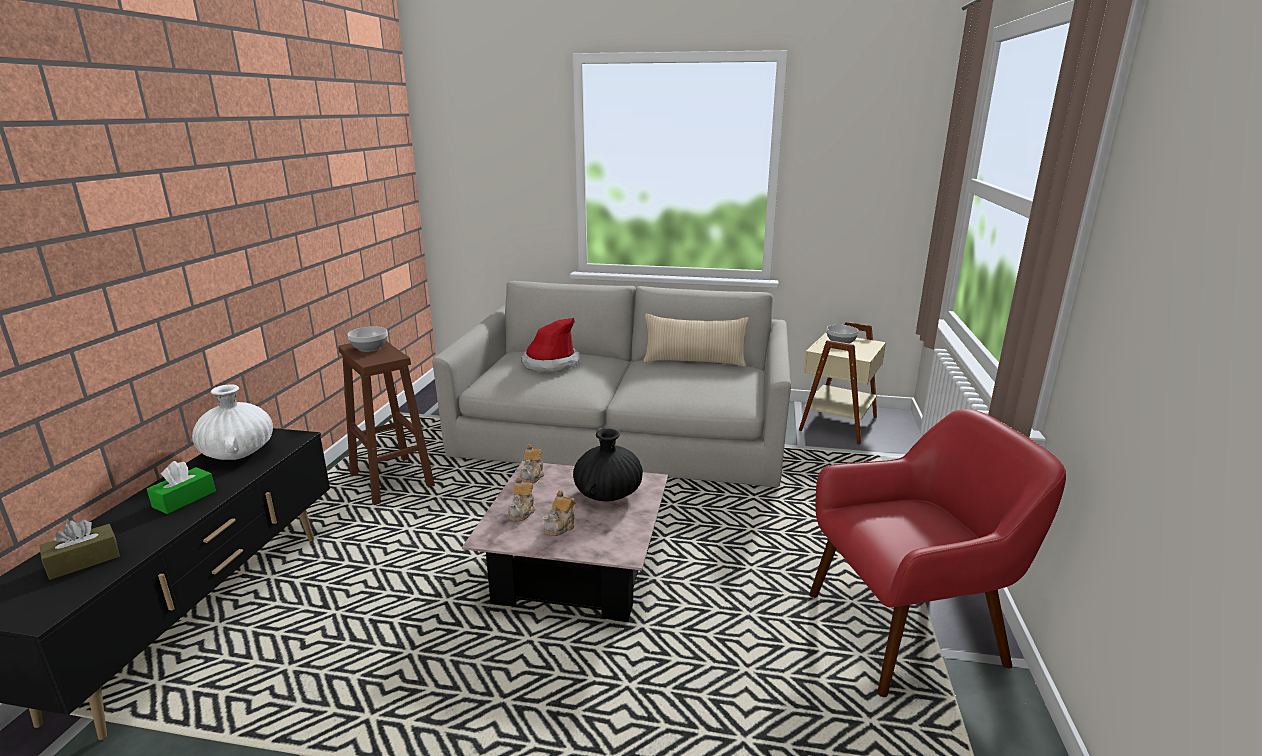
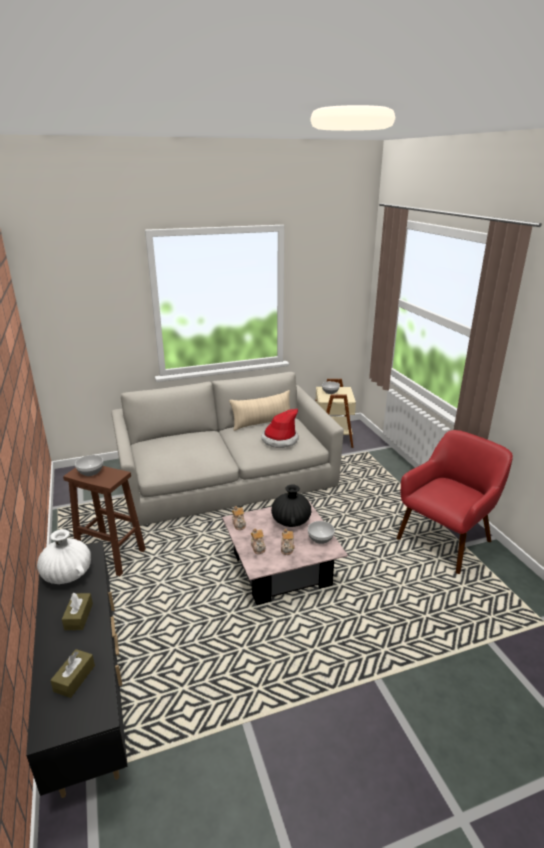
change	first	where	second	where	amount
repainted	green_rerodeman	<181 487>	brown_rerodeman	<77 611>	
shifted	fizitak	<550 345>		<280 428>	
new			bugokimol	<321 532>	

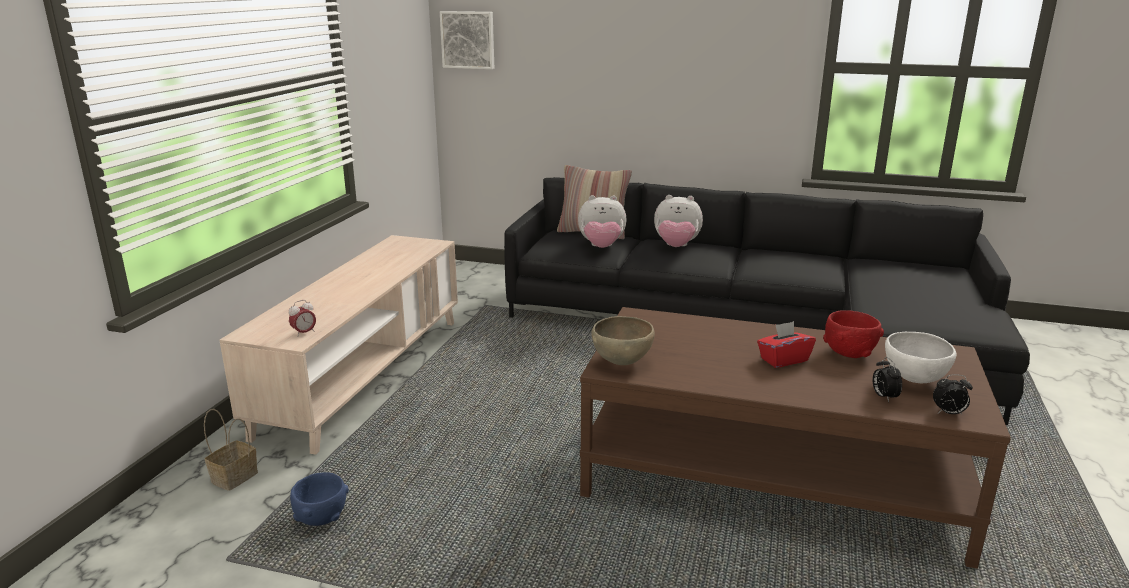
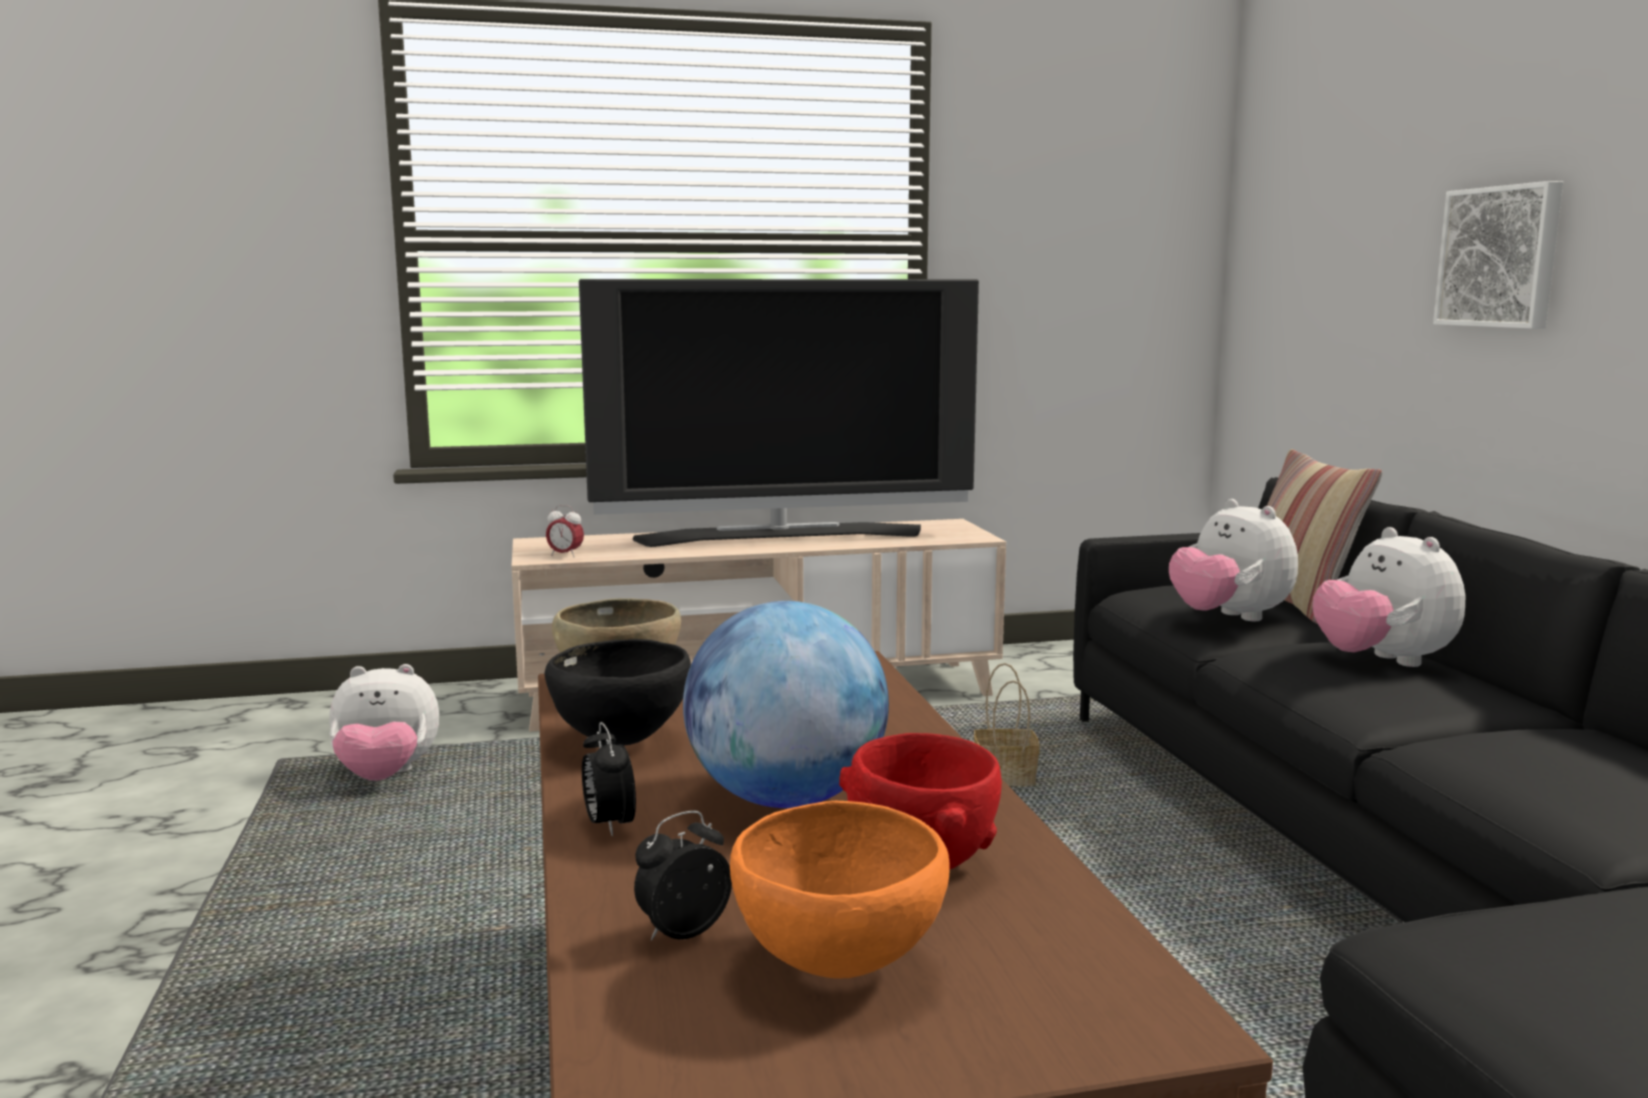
change	first	where	second	where	amount
shifted	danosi	<231 450>		<1007 724>	
swapped	blue_bugokimol	<319 499>	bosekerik	<384 722>	
shifted	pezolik	<467 40>		<1498 255>	
swapped	red_rerodeman	<786 344>	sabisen	<786 704>	
repainted	white_bugokimol	<921 357>	orange_bugokimol	<840 889>	
shifted	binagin	<953 394>		<609 779>	
new			black_bugokimol	<618 692>	
new			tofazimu	<779 413>	

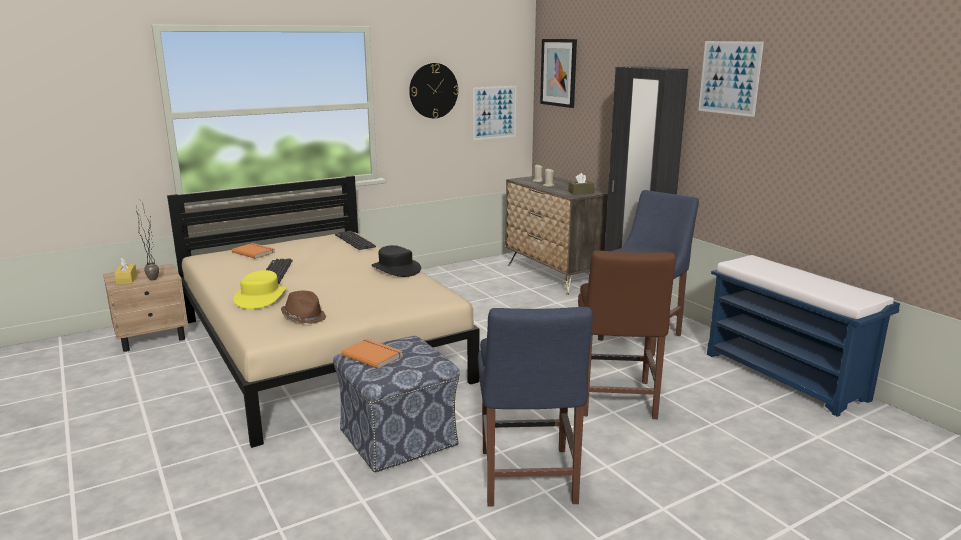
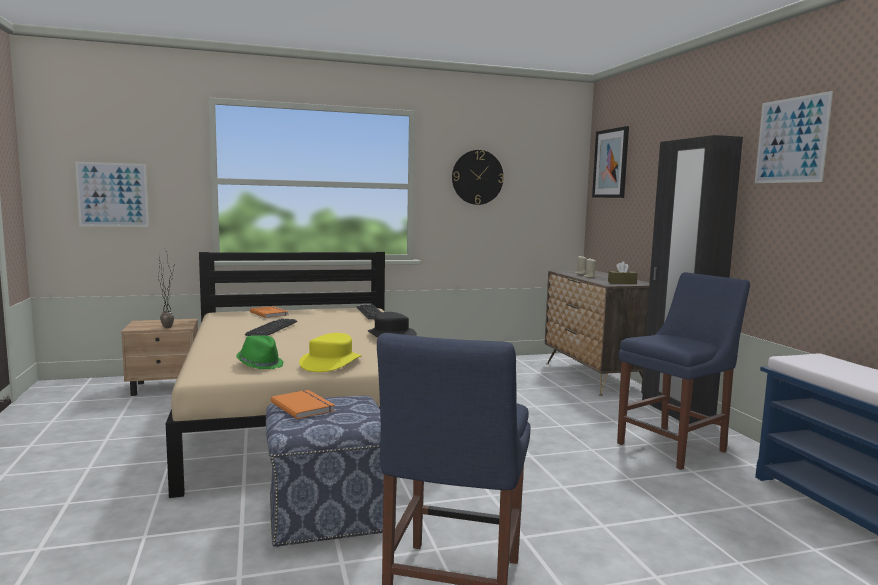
change	first	where	second	where	amount
gone	yellow_rerodeman	<125 271>			
shifted	yellow_fizitak	<260 289>		<330 352>	
repainted	brown_fizitak	<303 307>	green_fizitak	<259 352>	
shifted	pezolik	<494 113>		<112 194>	
gone	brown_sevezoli	<627 335>			

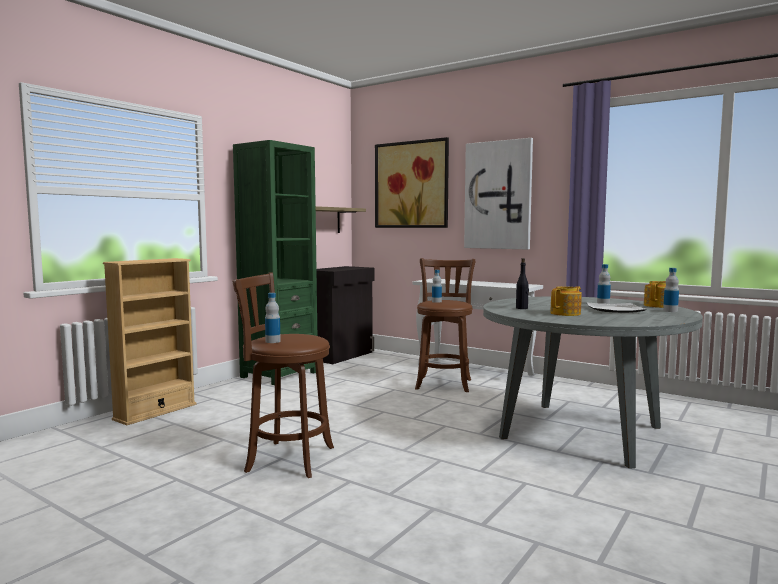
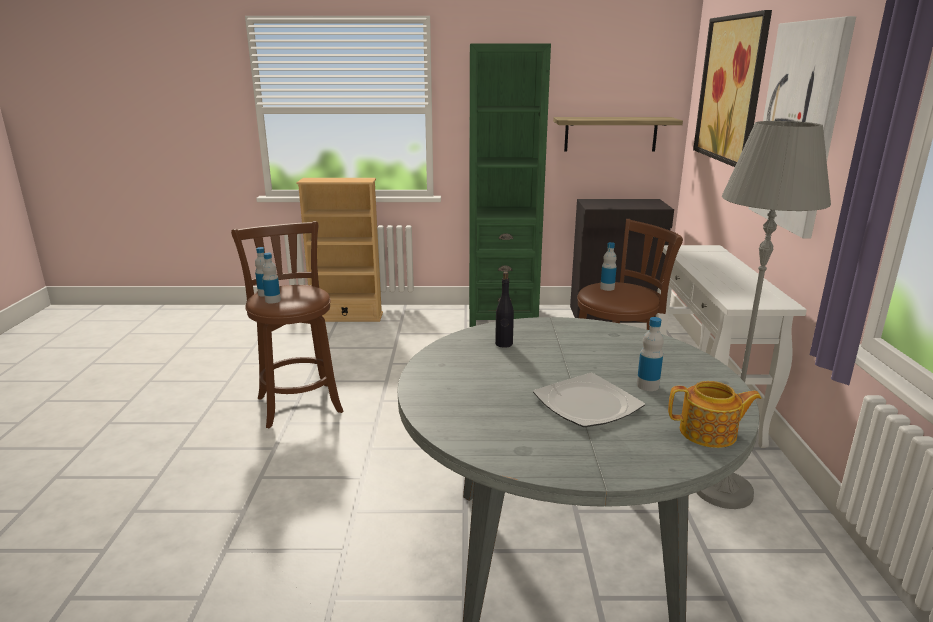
change	first	where	second	where	amount
gone	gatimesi	<566 301>			
shifted	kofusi	<671 290>		<271 278>	
new			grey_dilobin	<763 315>	

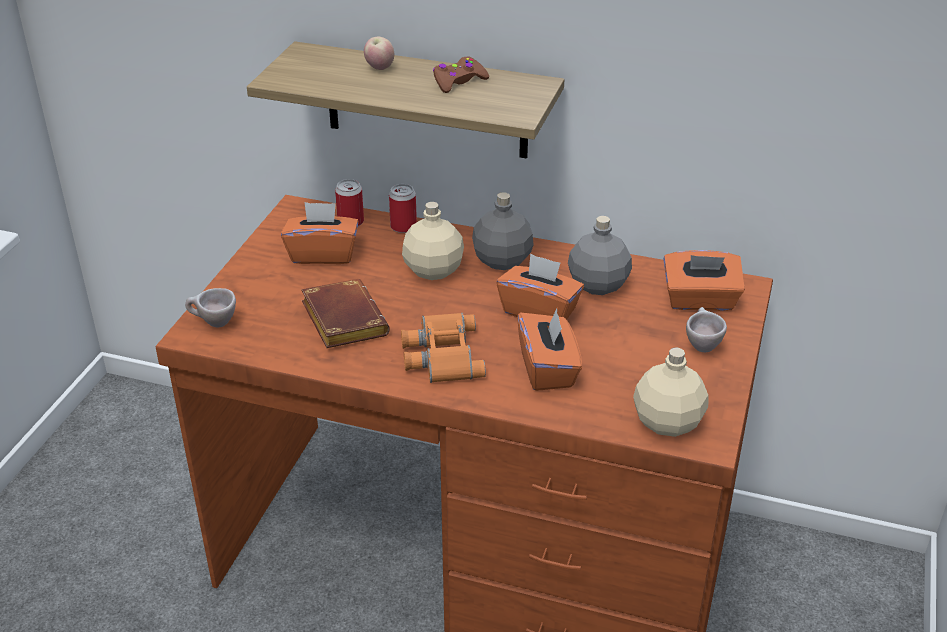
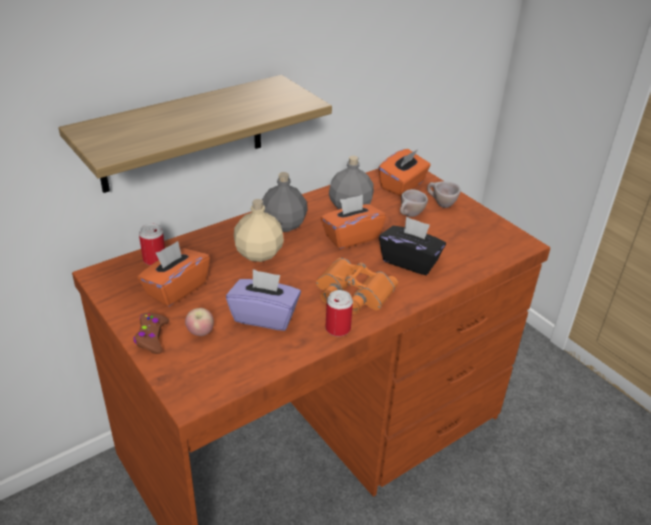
change	first	where	second	where	amount
shifted	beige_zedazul	<210 307>		<414 203>	
swapped	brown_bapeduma	<345 313>	purple_rerodeman	<263 300>	
shifted	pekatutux	<379 53>		<199 322>	
shifted	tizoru	<403 208>		<339 313>	
shifted	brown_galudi	<461 75>		<151 333>	
repainted	orange_rerodeman	<549 350>	black_rerodeman	<412 245>	
gone	beige_kofusi	<670 392>			

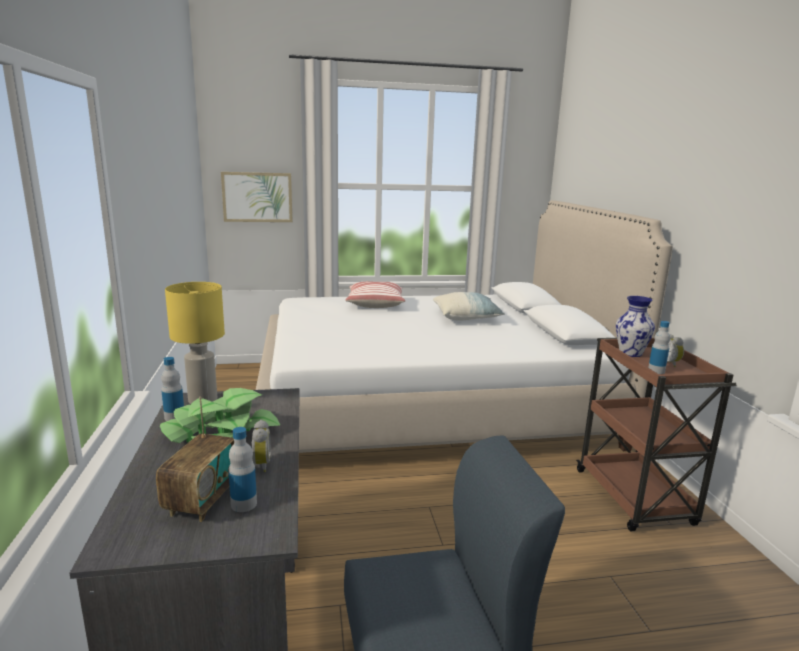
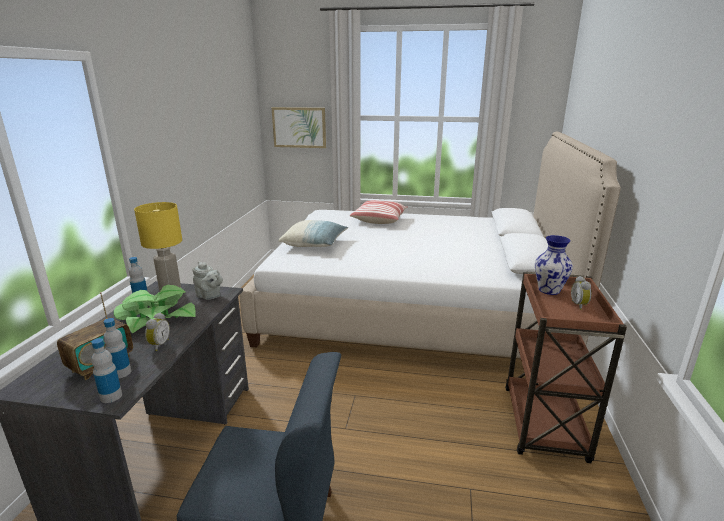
change	first	where	second	where	amount
shifted	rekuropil	<469 306>		<313 233>	
shifted	kofusi	<659 347>		<106 370>	
new			grey_gatimesi	<208 281>	

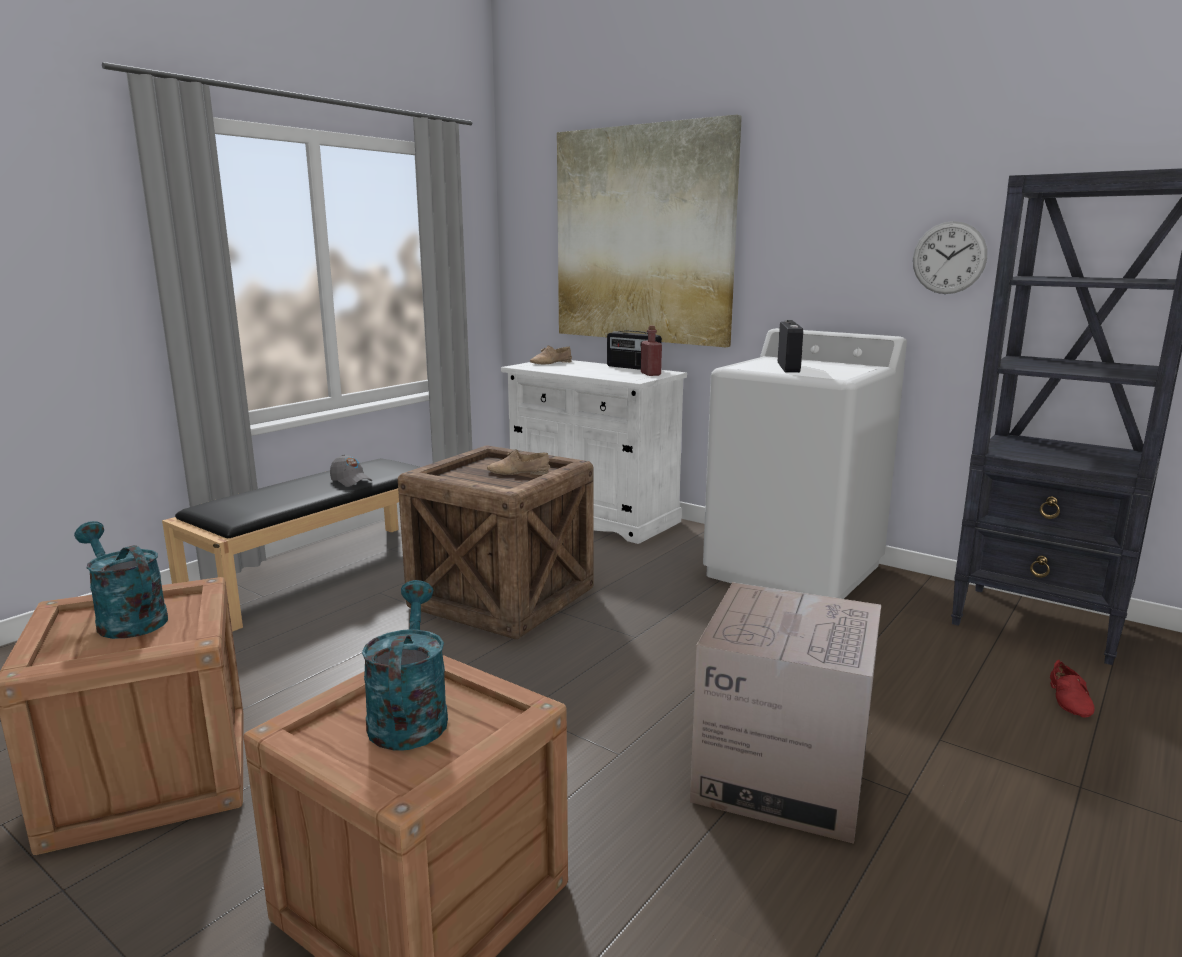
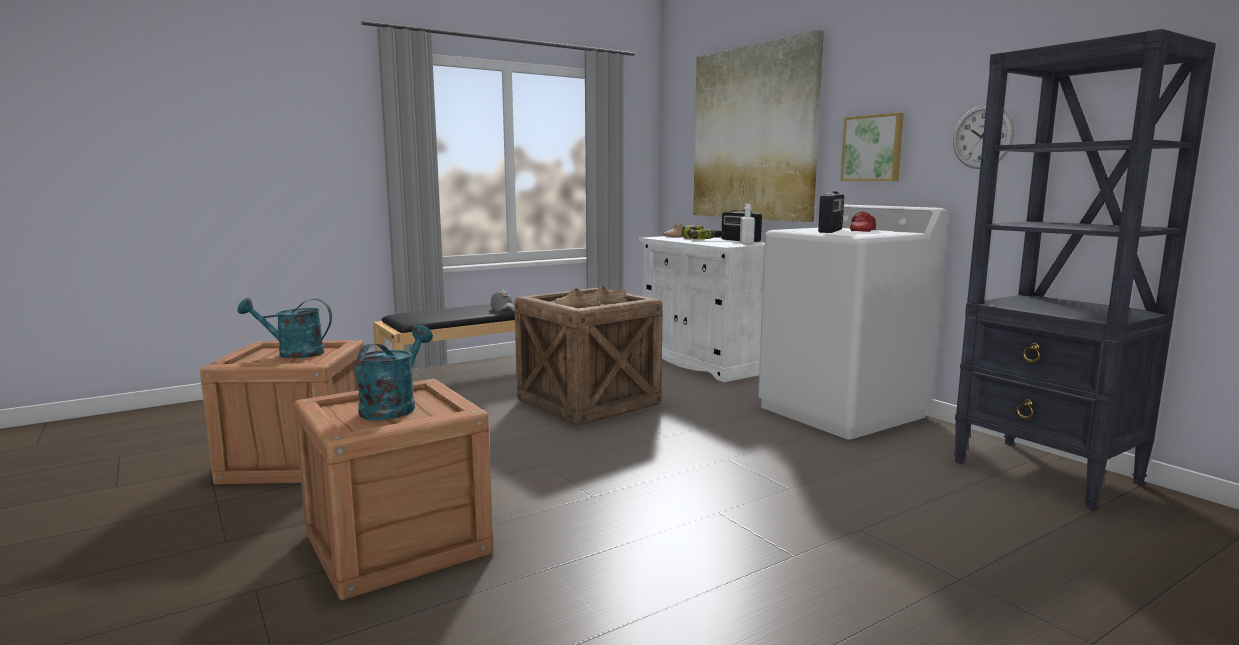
change	first	where	second	where	amount
rotated	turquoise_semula	<121 580>		<284 328>	60 degrees counterclockwise
repainted	red_kofusi	<651 351>	white_kofusi	<747 224>	
gone	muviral	<785 713>			
shifted	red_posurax	<1072 689>		<863 222>	
new			beige_posurax	<577 298>	
new			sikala	<703 232>	
new			pezolik	<872 146>	

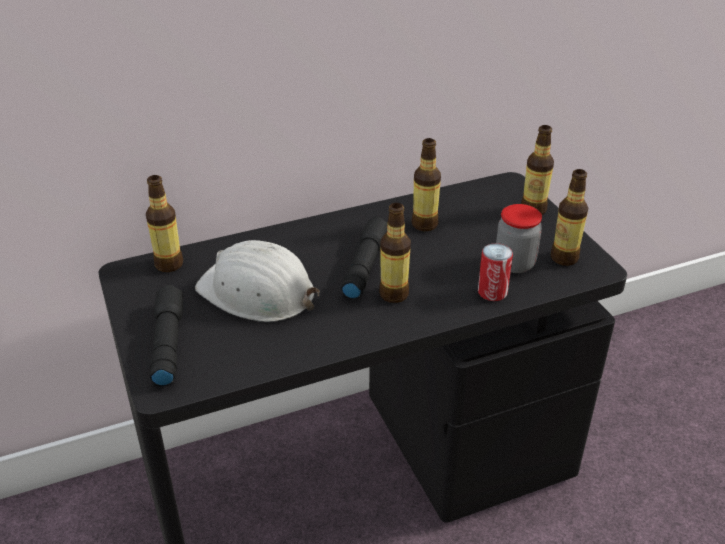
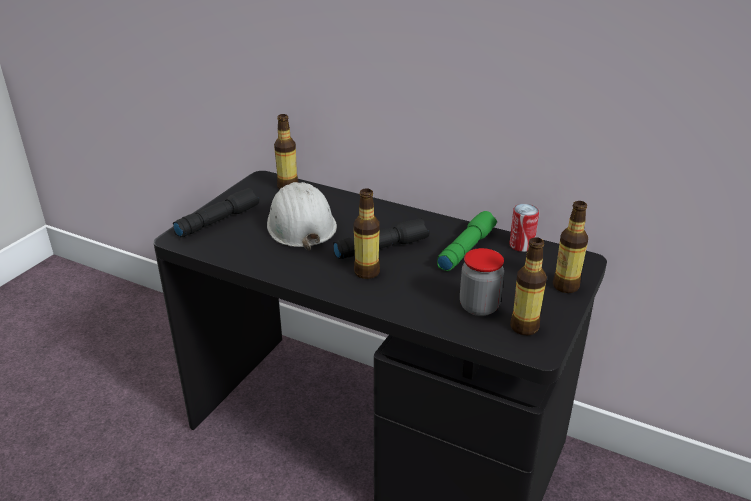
change	first	where	second	where	amount
swapped	kofusi	<426 184>	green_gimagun	<467 241>	
shifted	tizoru	<495 272>		<524 228>	

